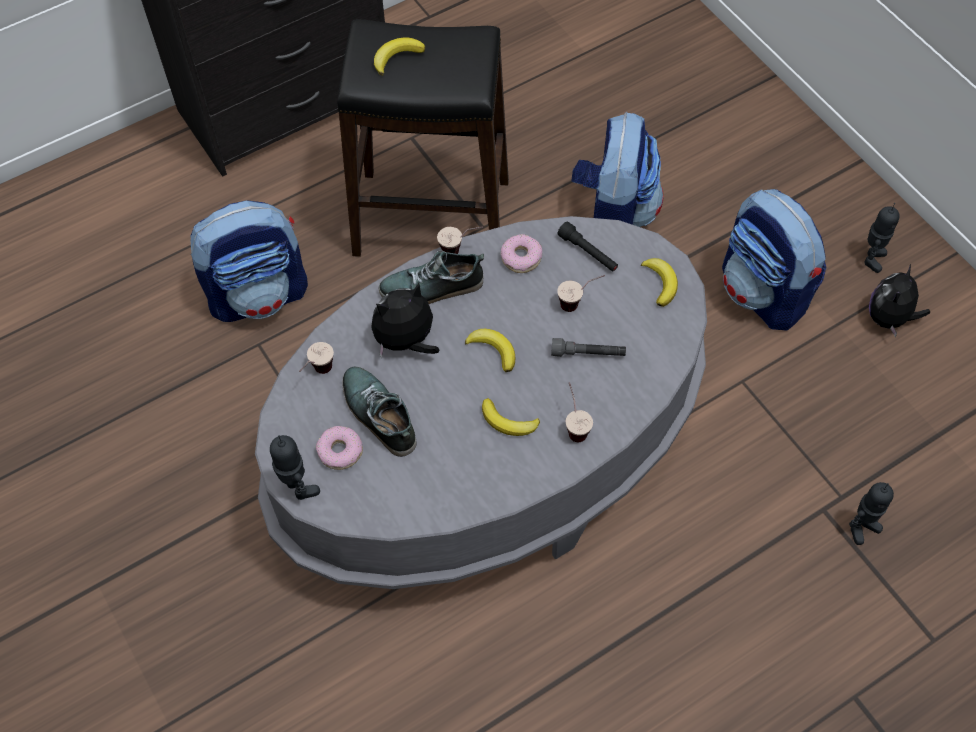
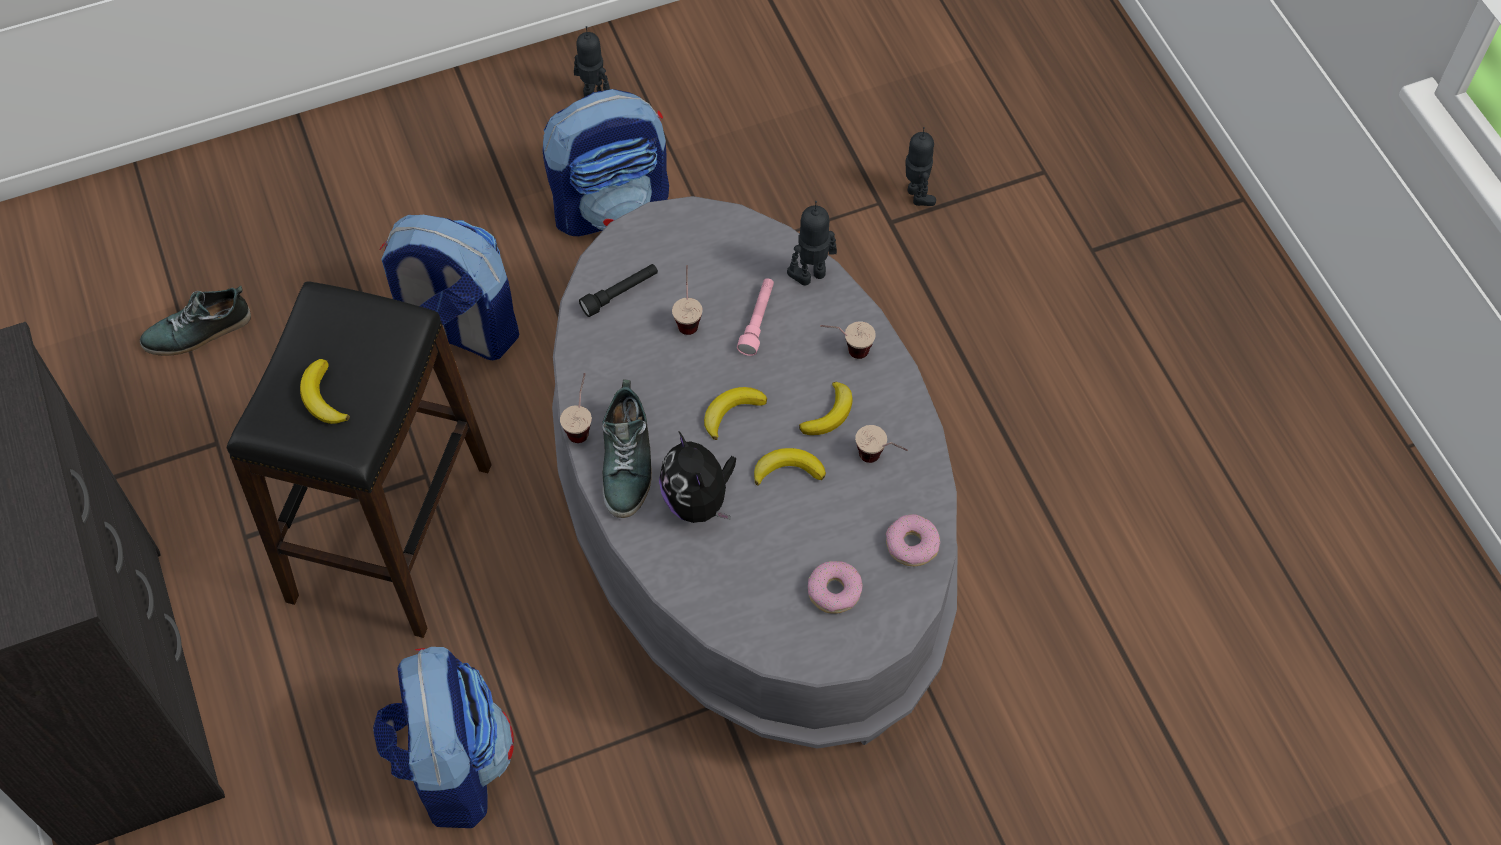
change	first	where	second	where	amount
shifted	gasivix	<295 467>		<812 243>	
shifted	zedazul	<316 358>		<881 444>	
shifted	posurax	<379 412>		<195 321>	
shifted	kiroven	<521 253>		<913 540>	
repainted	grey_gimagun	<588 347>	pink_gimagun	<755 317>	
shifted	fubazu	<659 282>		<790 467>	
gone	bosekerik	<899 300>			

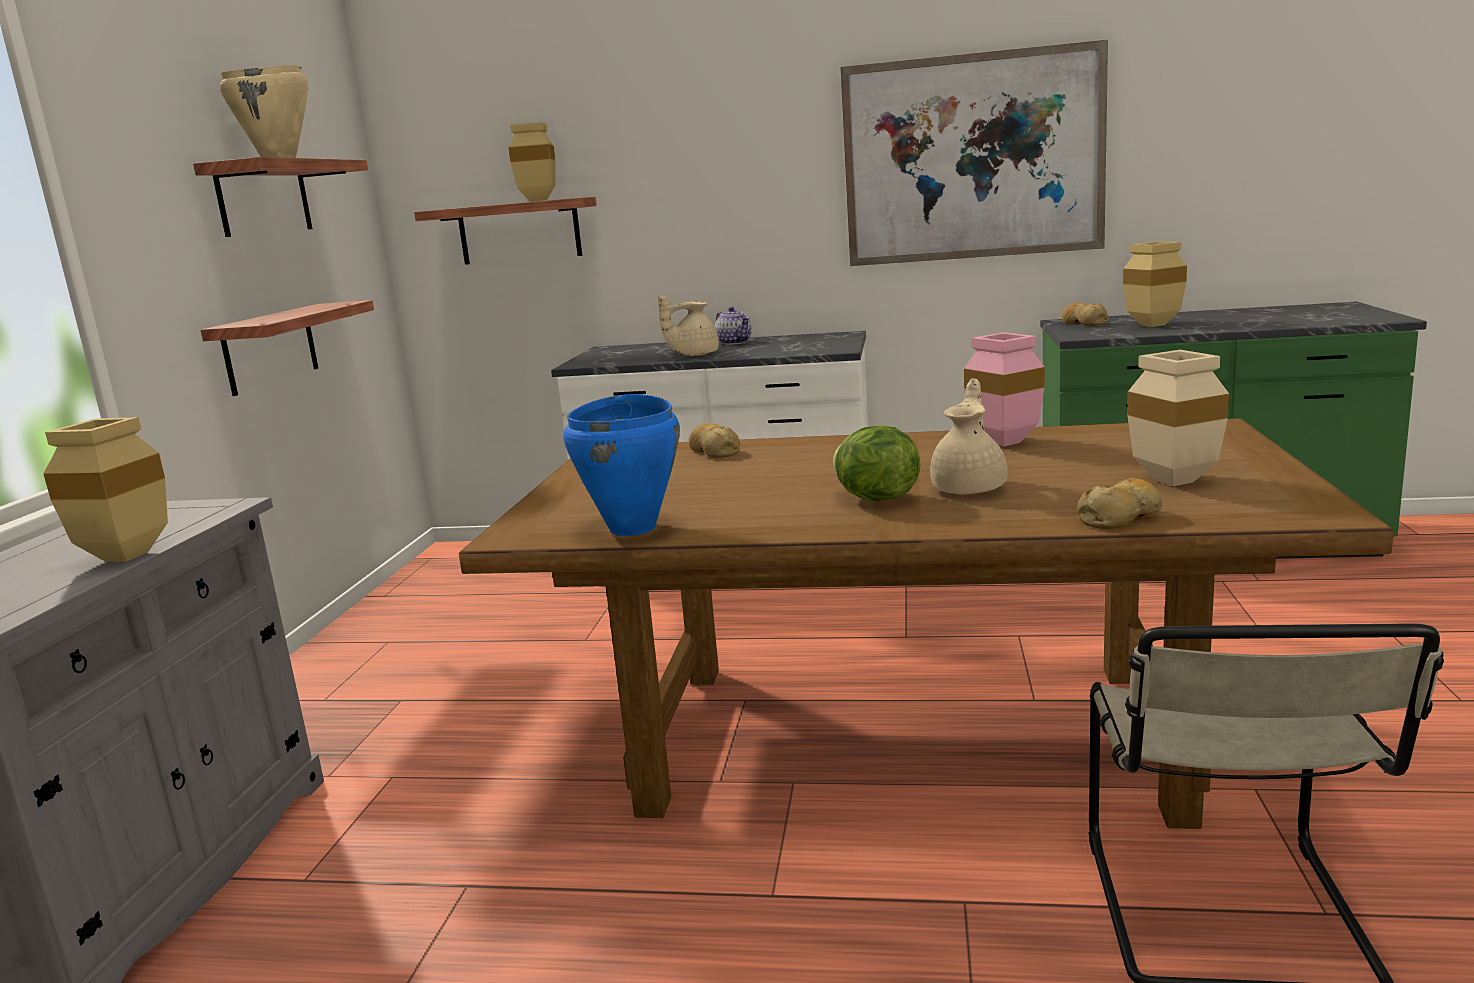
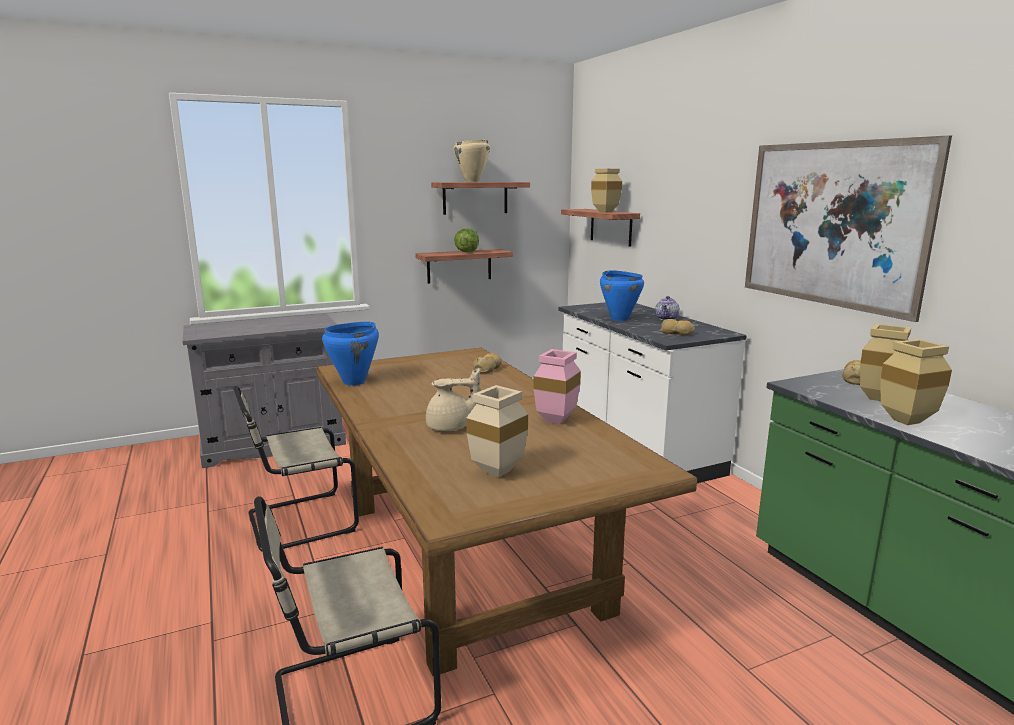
change	first	where	second	where	amount
shifted	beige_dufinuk	<105 489>		<916 382>	
swapped	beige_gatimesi	<688 325>	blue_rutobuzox	<622 295>	
shifted	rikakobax	<877 463>		<466 240>	
shifted	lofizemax	<1119 503>		<677 327>	
new			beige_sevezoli	<296 468>	

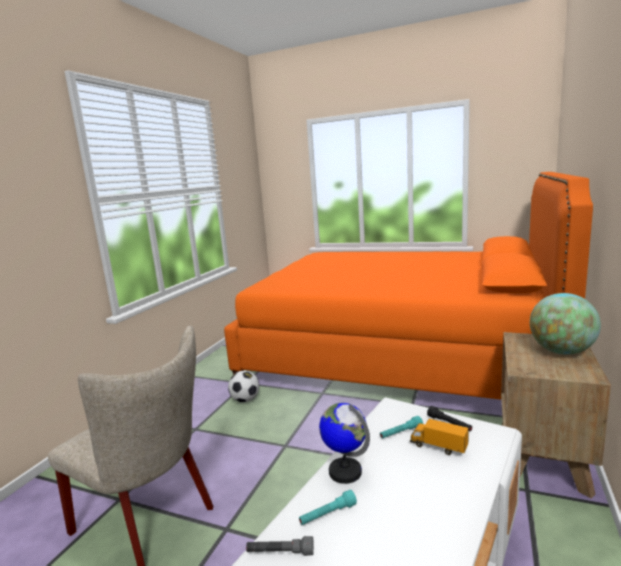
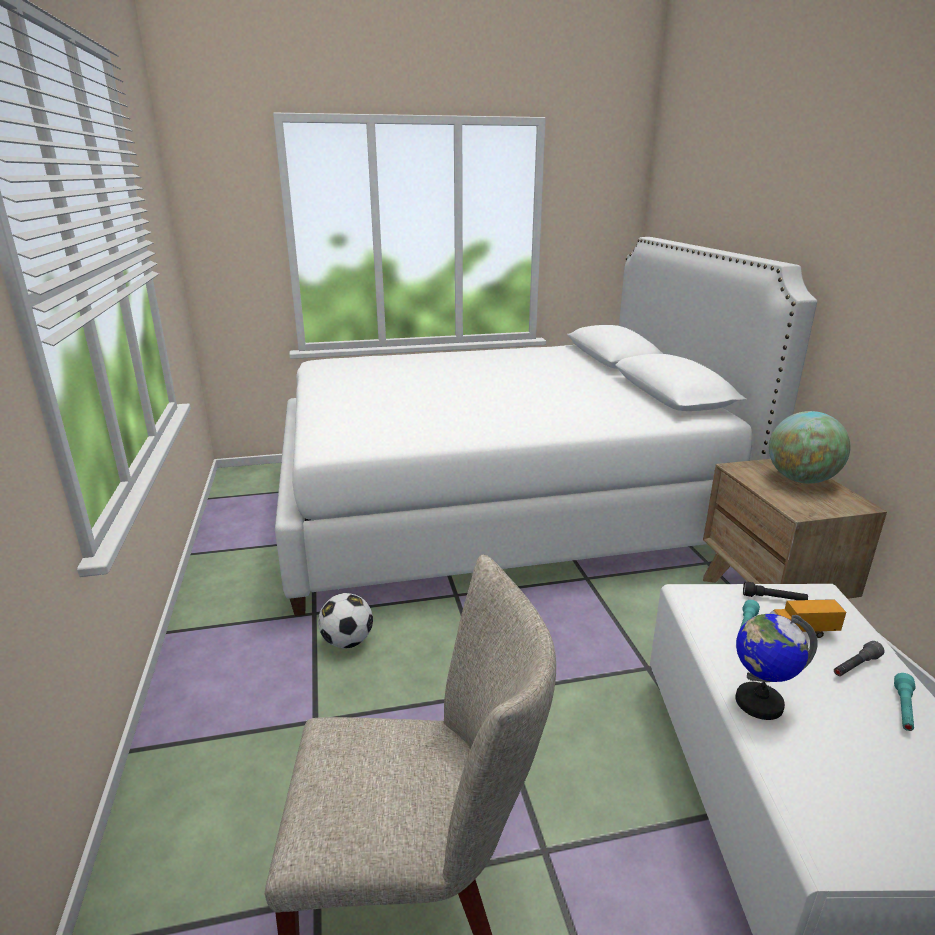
change	first	where	second	where	amount
repainted	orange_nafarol	<408 286>	white_nafarol	<546 426>	
shifted	grey_gimagun	<280 546>		<859 658>	
shifted	turquoise_gimagun	<328 507>		<905 702>	

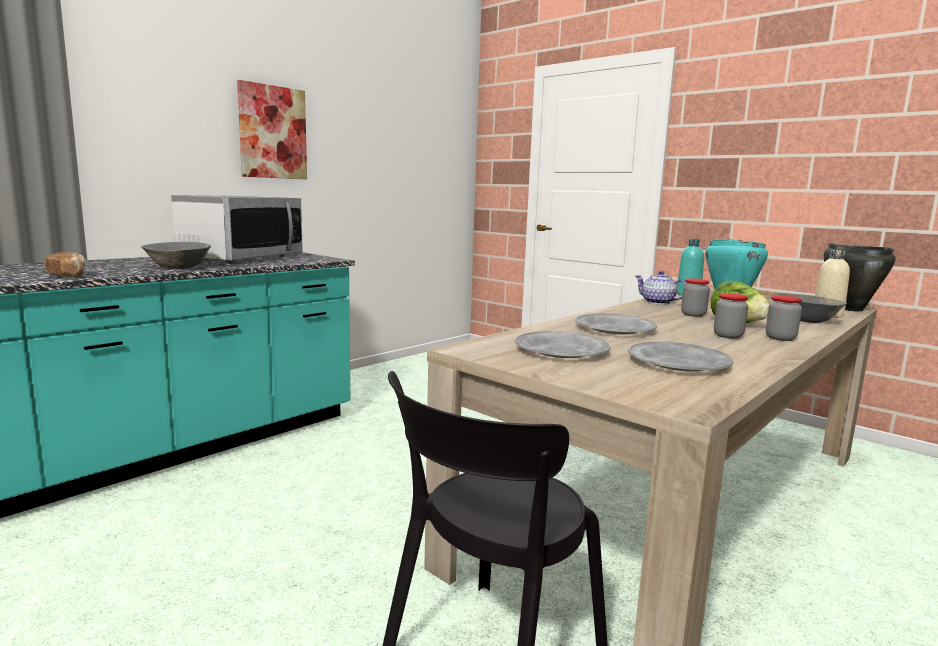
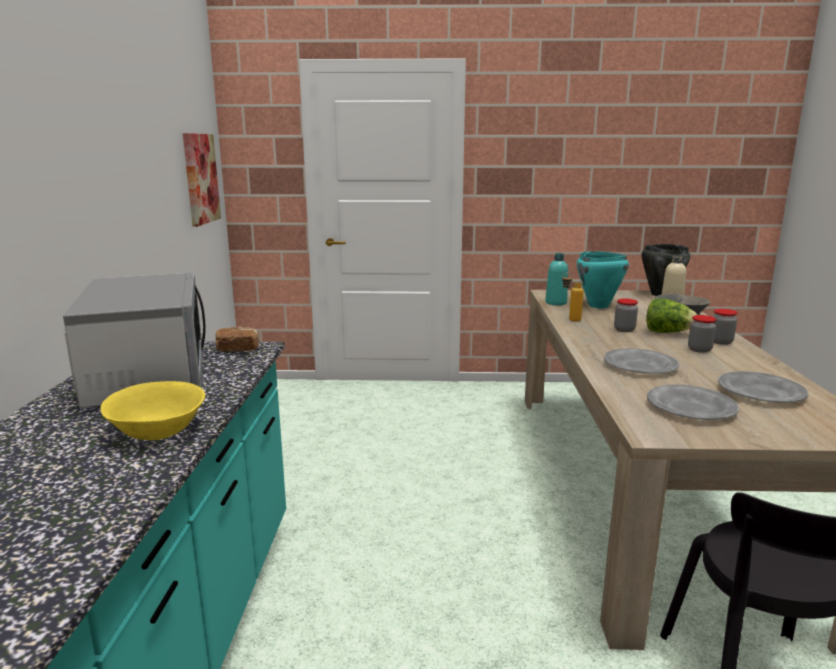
change	first	where	second	where	amount
shifted	lofizemax	<65 264>		<237 339>	
repainted	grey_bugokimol	<176 255>	yellow_bugokimol	<153 410>	
shifted	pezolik	<272 130>		<202 180>	
swapped	gatimesi	<660 288>	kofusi	<573 297>	

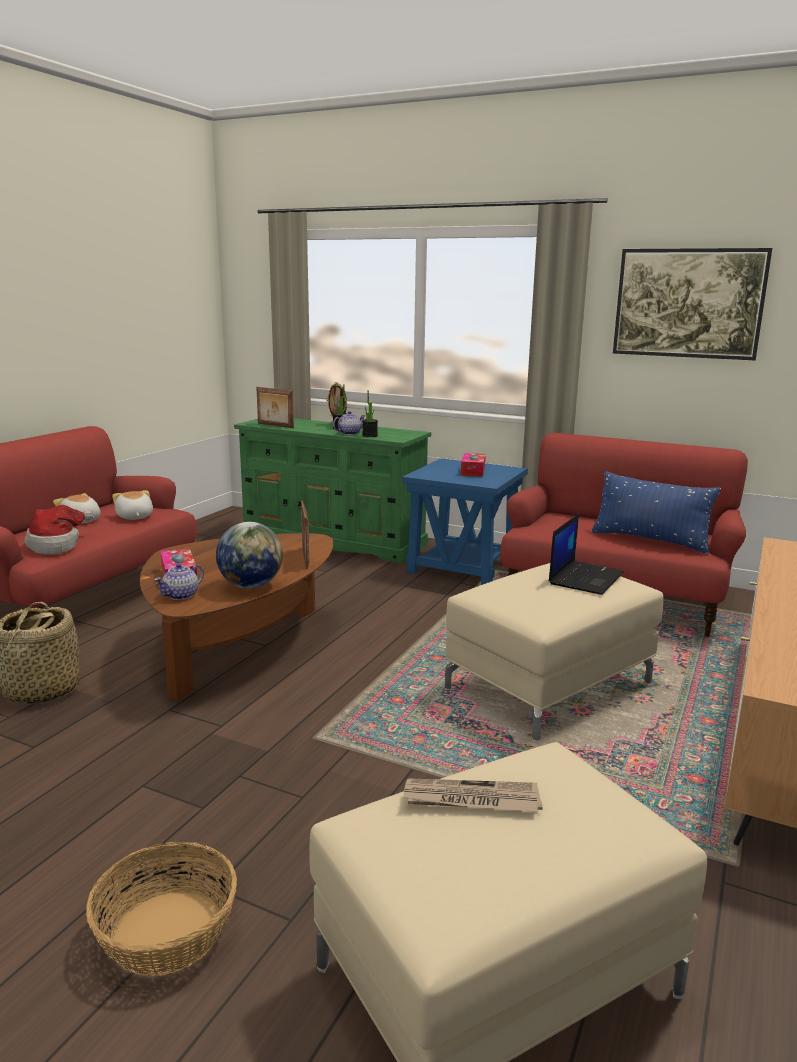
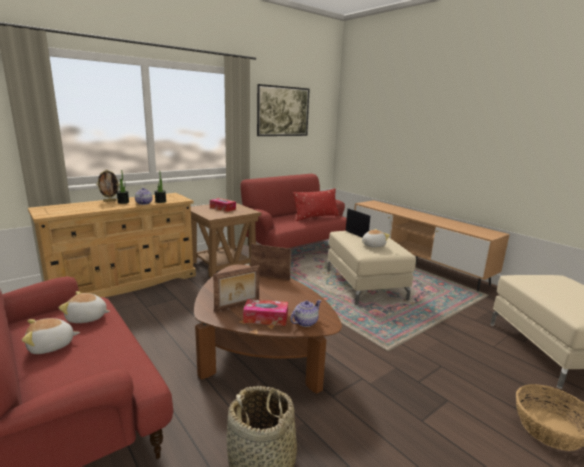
change	first	where	second	where	amount
gone	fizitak	<59 530>			
rotated	gatimesi	<179 581>		<305 313>	105 degrees counterclockwise
gone	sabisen	<249 555>			
repainted	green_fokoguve	<332 490>	beige_fokoguve	<112 245>	
shifted	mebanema	<275 407>		<236 288>	
repainted	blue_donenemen	<465 521>	brown_donenemen	<226 240>	
gone	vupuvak	<473 795>			
repainted	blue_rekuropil	<656 512>	red_rekuropil	<316 205>	
new			bosekerik	<376 238>	

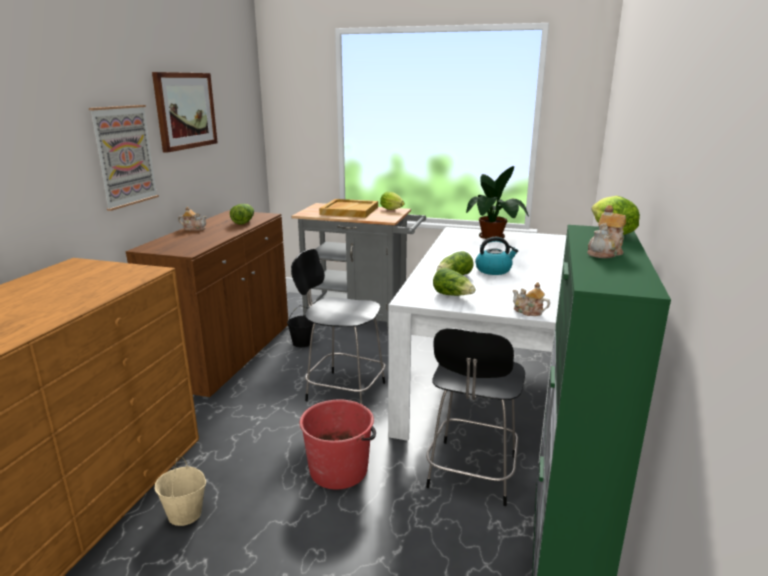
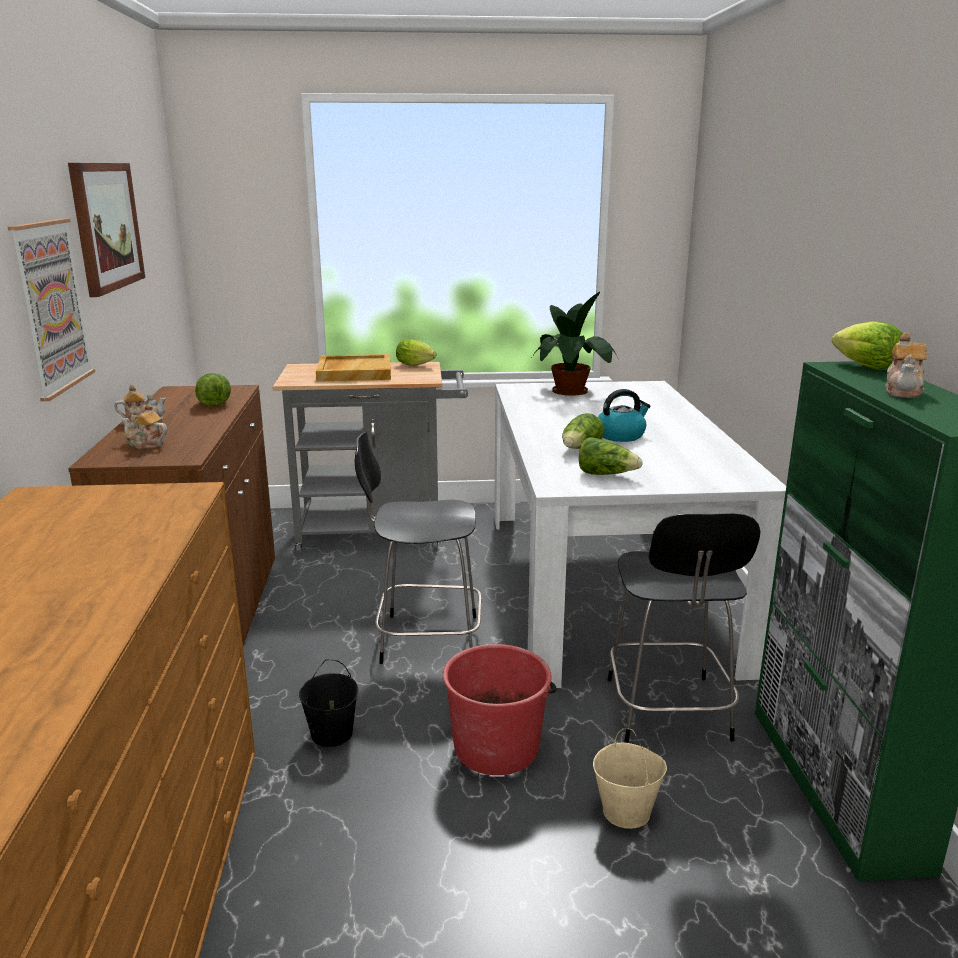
change	first	where	second	where	amount
shifted	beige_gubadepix	<180 491>		<630 778>	
shifted	black_gubadepix	<300 327>		<328 703>	
shifted	gatimesi	<531 299>		<144 426>	

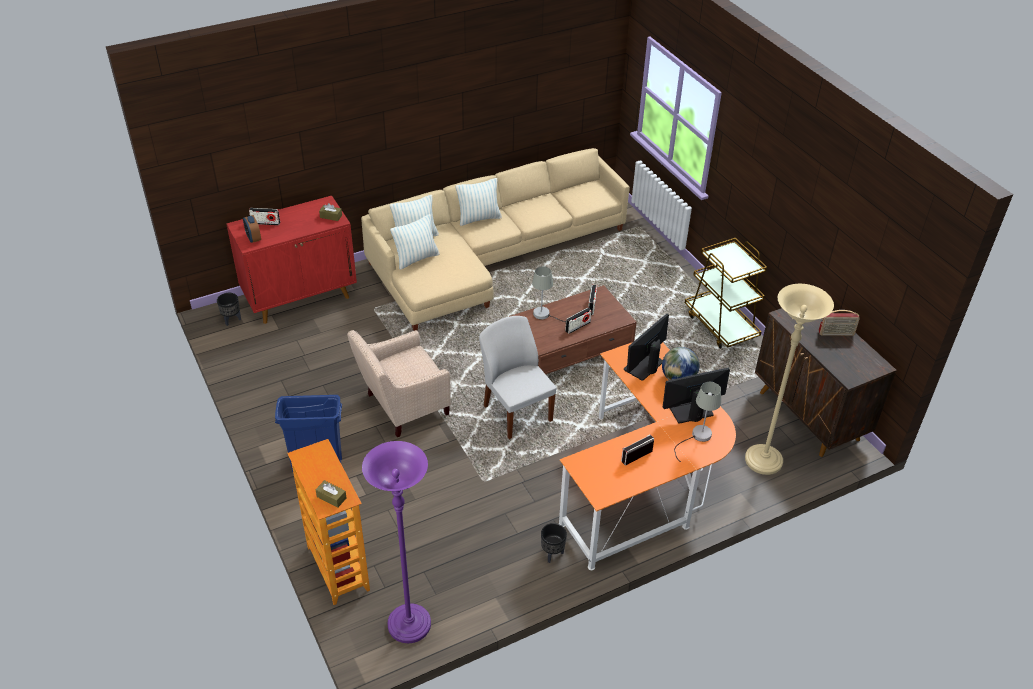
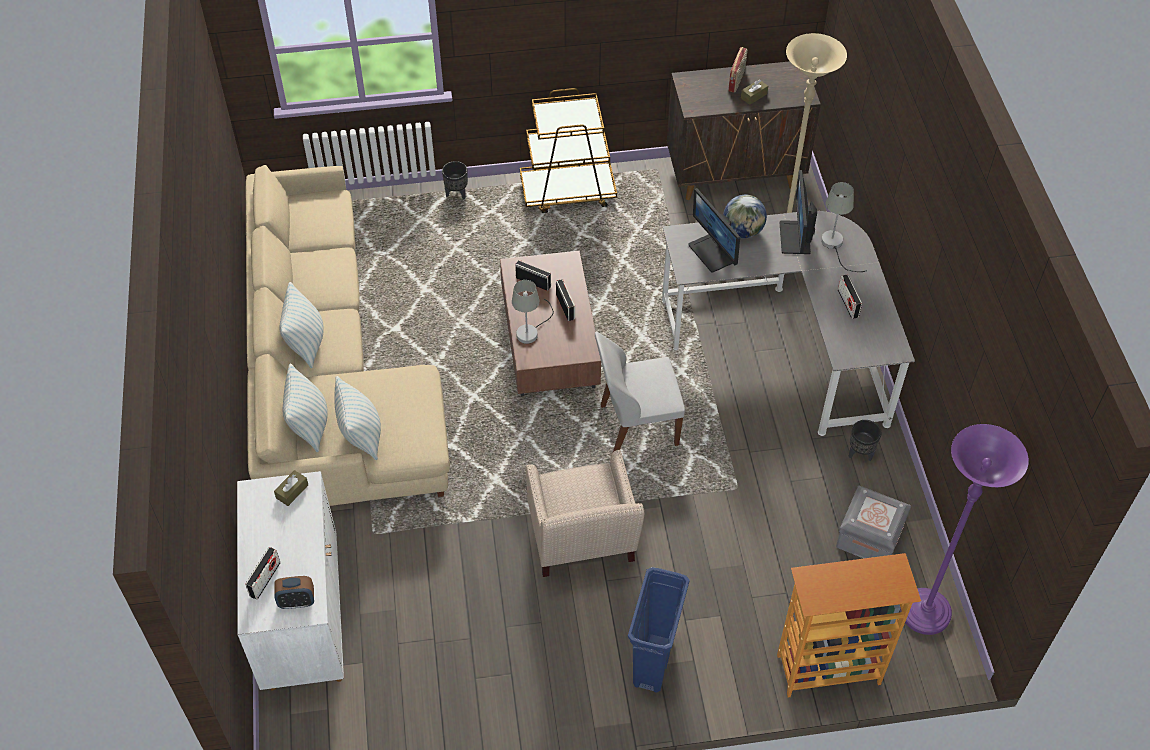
change	first	where	second	where	amount
shifted	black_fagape	<229 309>		<455 180>	
repainted	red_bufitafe	<291 260>	white_bufitafe	<290 581>	
shifted	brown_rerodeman	<331 494>		<754 92>	
repainted	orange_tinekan	<647 456>	grey_tinekan	<788 323>	
new			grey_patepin	<873 522>	

